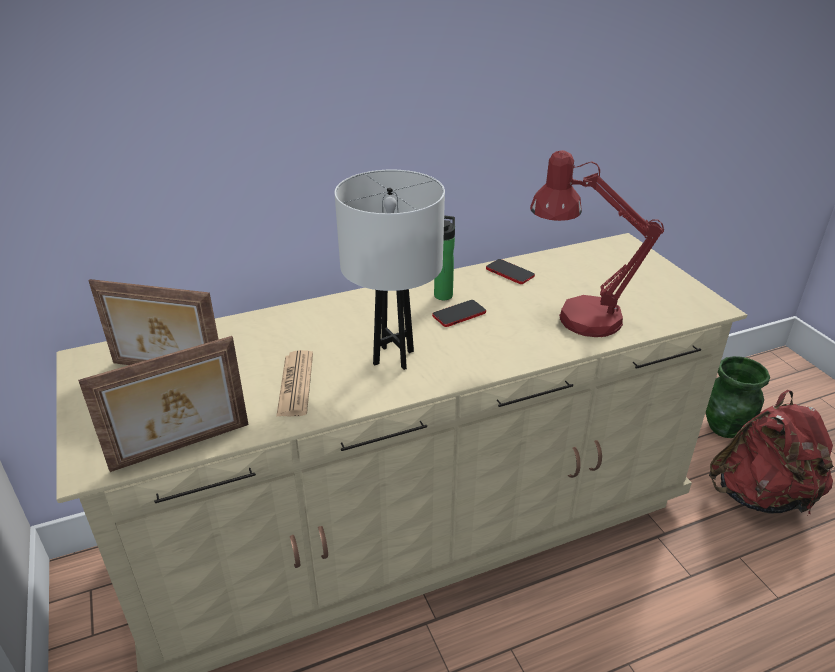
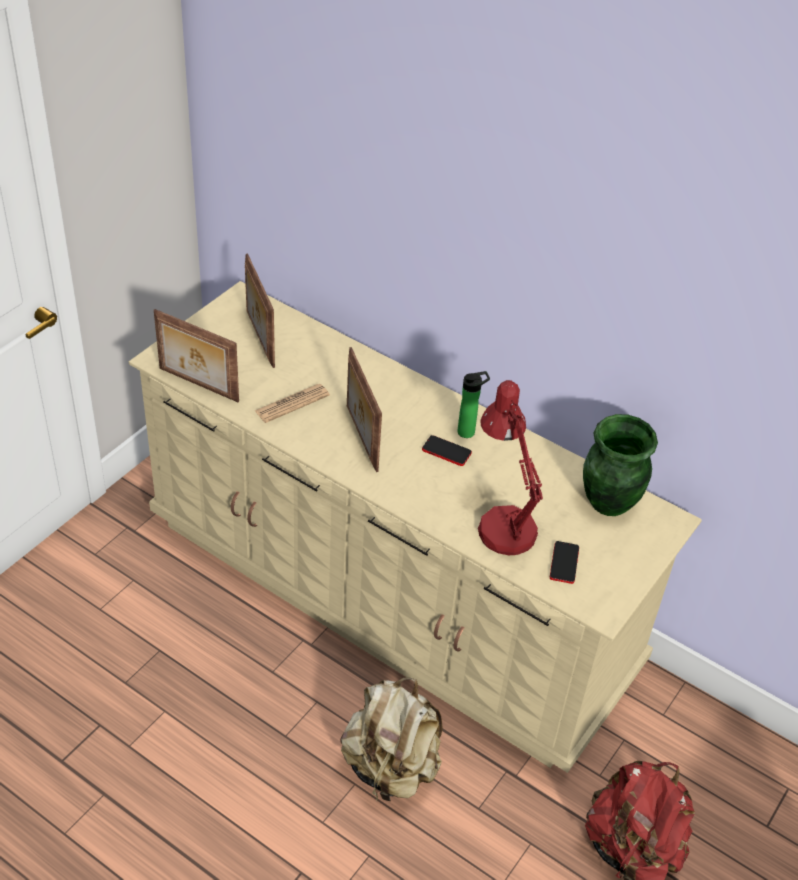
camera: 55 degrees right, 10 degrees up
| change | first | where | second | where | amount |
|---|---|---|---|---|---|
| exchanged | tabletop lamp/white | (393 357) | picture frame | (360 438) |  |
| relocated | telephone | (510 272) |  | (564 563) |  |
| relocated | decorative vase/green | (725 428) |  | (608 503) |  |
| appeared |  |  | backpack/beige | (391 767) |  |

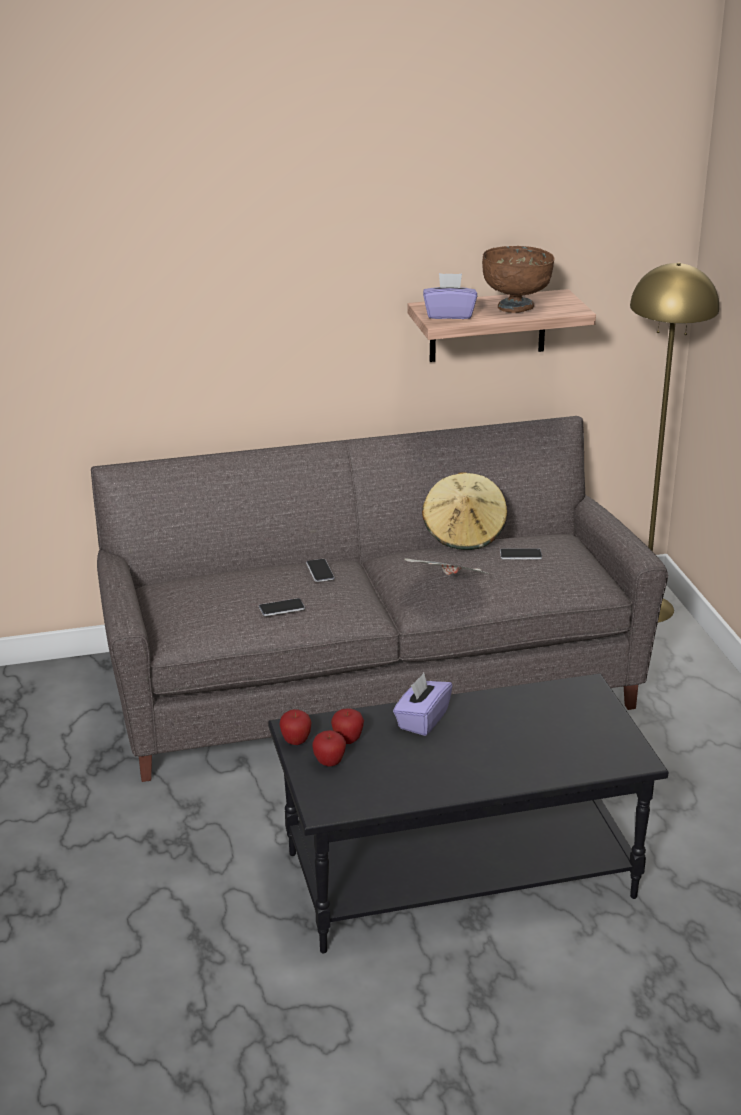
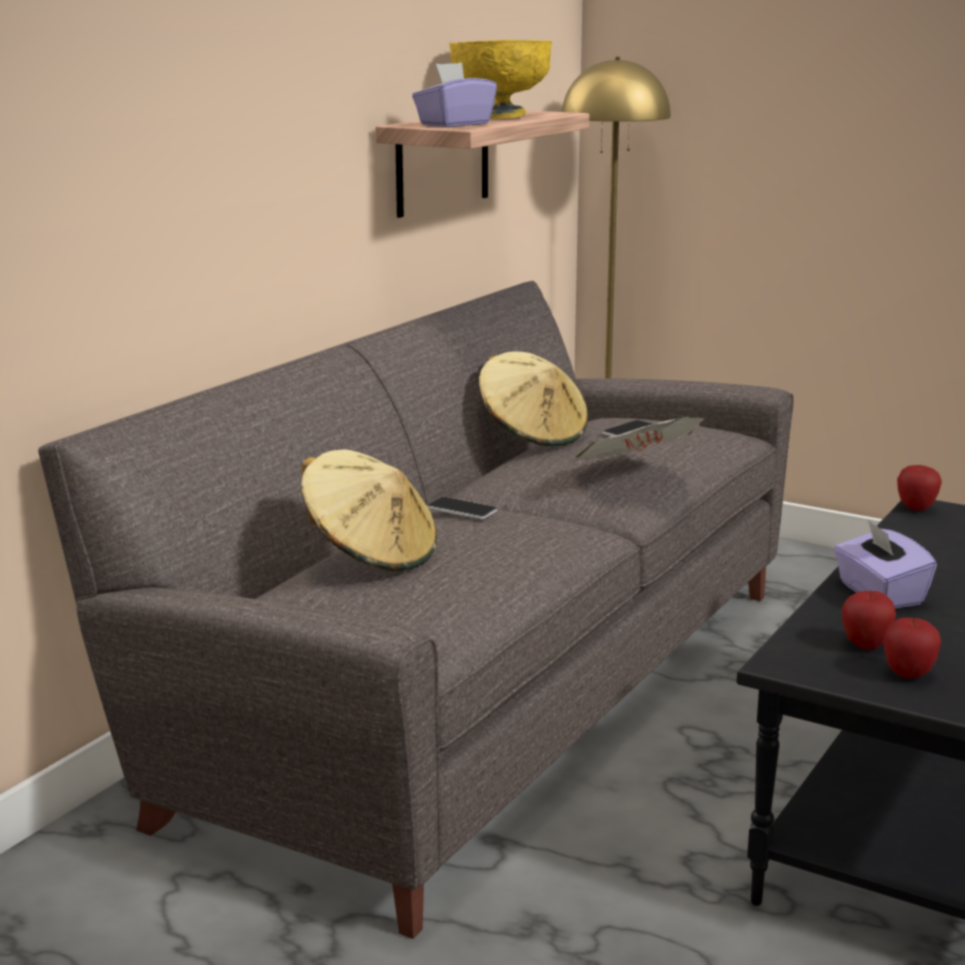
camera: 45 degrees left, 10 degrees down
| change | first | where | second | where | amount |
|---|---|---|---|---|---|
| colour | serving bowl/brown | (515 307) | serving bowl/yellow-coloured | (501 117) |  |
| missing | telephone | (281 608) |  |  |  |
| relocated | apple | (296 742) |  | (916 508) |  |
| appeared |  |  | hat/beige | (370 554) |  |

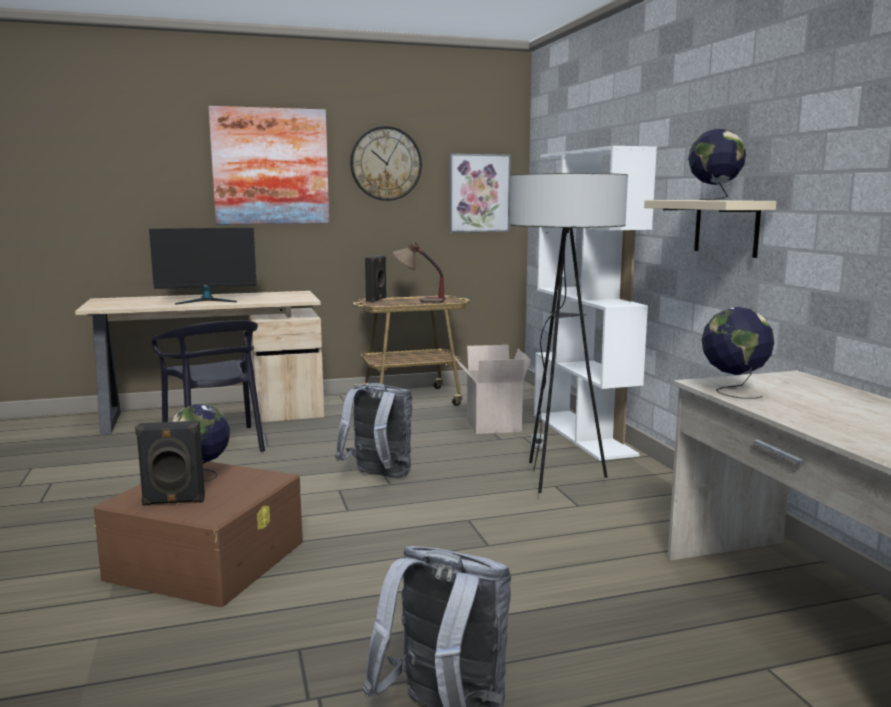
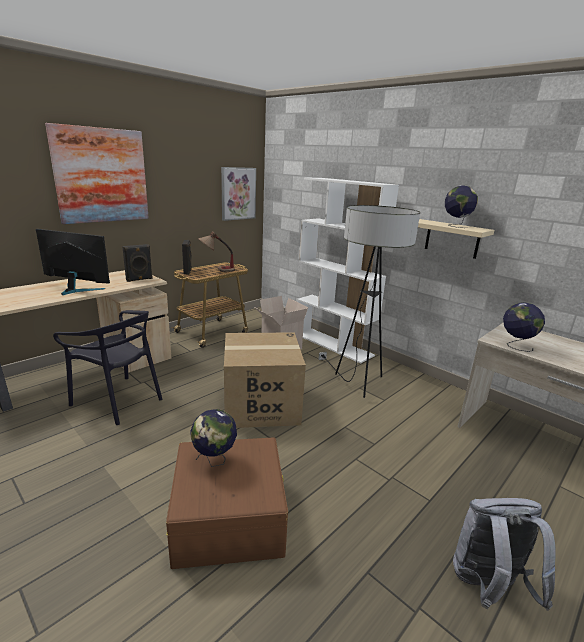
camera: 30 degrees left, 10 degrees up
| change | first | where | second | where | amount |
|---|---|---|---|---|---|
| missing | wall clock | (386 163) |  |  |  |
| spun | monitor | (207 301) |  | (76 289) | 120 degrees counterclockwise |
| exchanged | backpack/greyish | (378 477) | carton | (261 405) |  |
| relocated | speaker/black-coloured | (173 502) |  | (139 279) |  |

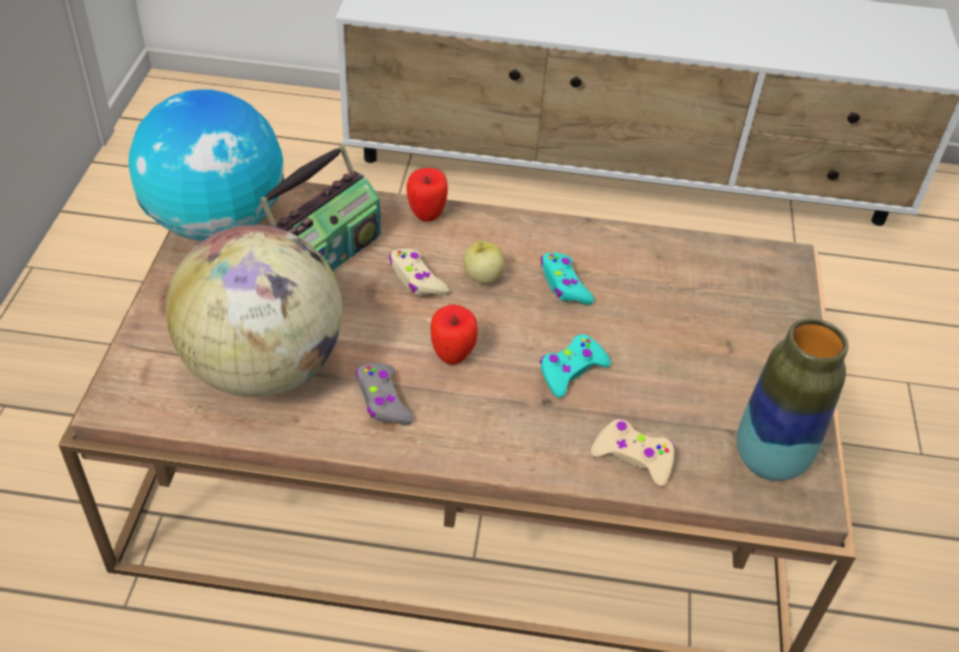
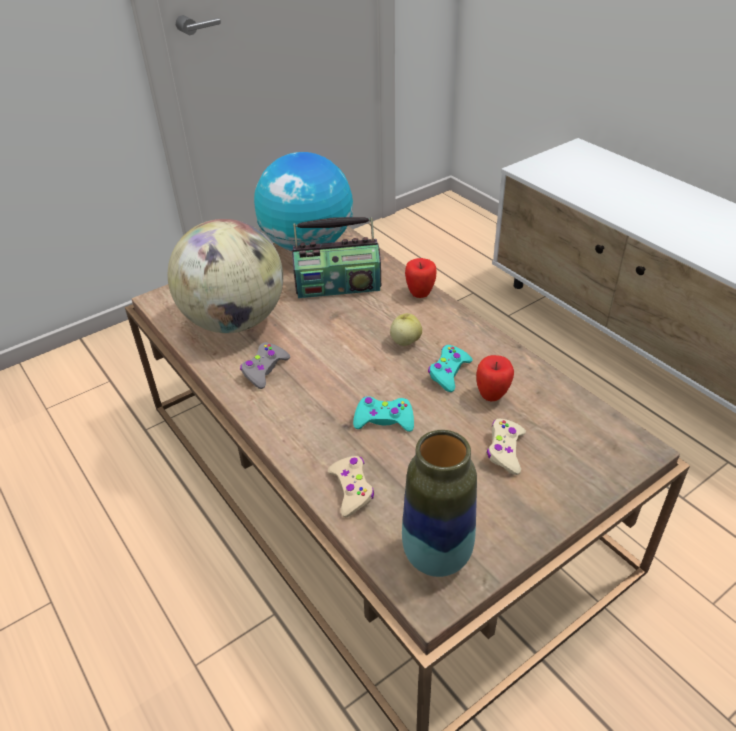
camera: 50 degrees right, 5 degrees down
| change | first | where | second | where | amount |
|---|---|---|---|---|---|
| relocated | joypad/beige | (416 279) |  | (505 450) |  |
| relocated | apple | (452 355) |  | (492 396) |  |

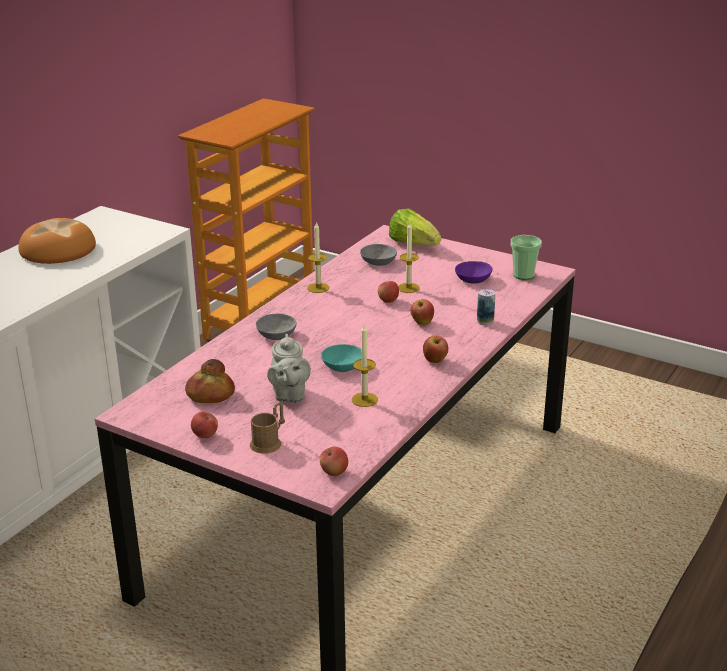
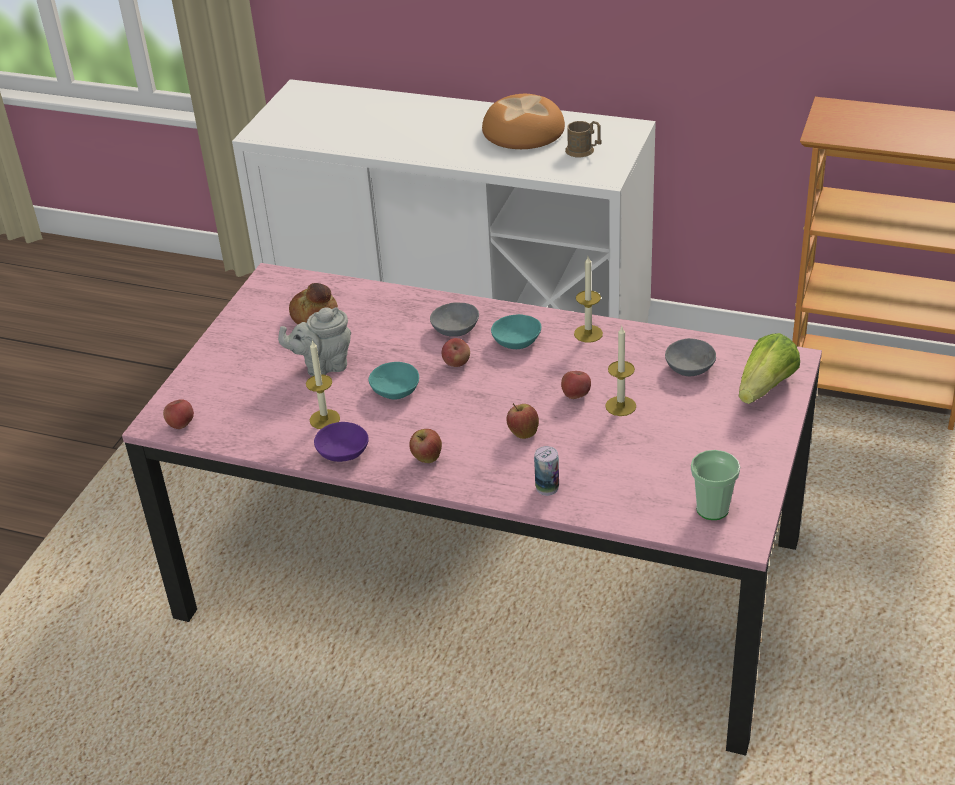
camera: 80 degrees right, 10 degrees up
| change | first | where | second | where | amount |
|---|---|---|---|---|---|
| relocated | serving bowl/purplish | (473 279) |  | (344 451) |  |
| relocated | mug/brown | (269 442) |  | (583 151) |  |
| relocated | apple | (205 436) |  | (456 363) |  |
| appeared |  |  | serving bowl/blue-green | (517 340) |  |

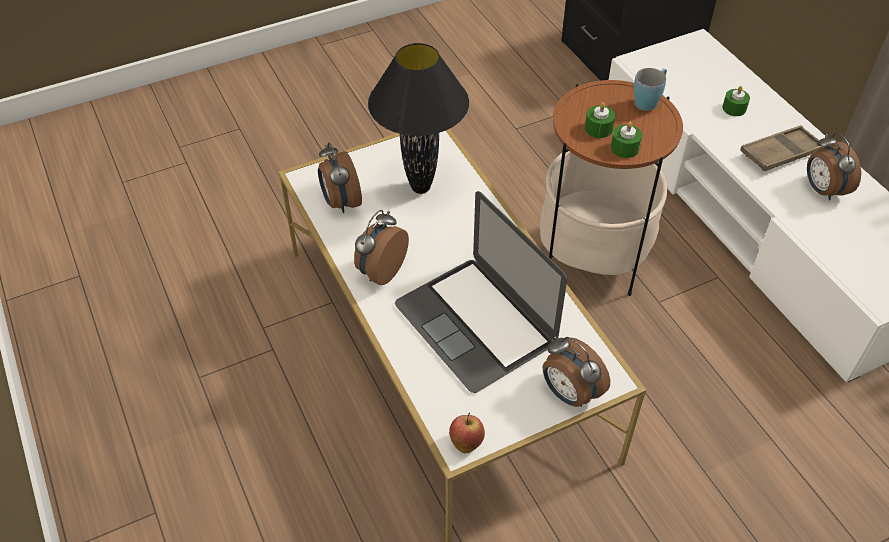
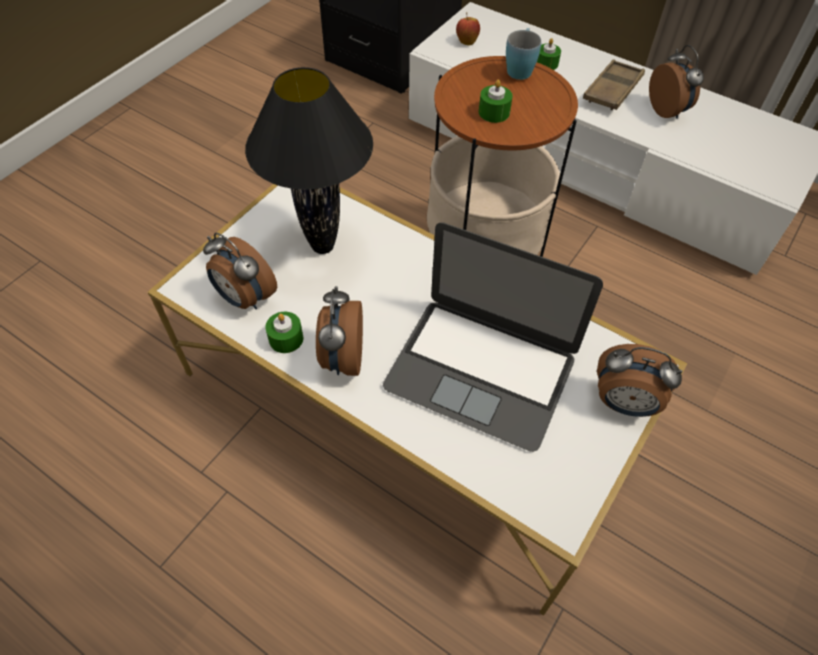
camera: 30 degrees left, 5 degrees up
| change | first | where | second | where | amount |
|---|---|---|---|---|---|
| relocated | wax candle/green | (625 148) |  | (286 338) |  |
| spun | bedside clock | (822 190) |  | (668 110) | 150 degrees counterclockwise |
| relocated | apple | (466 442) |  | (467 41) |  |

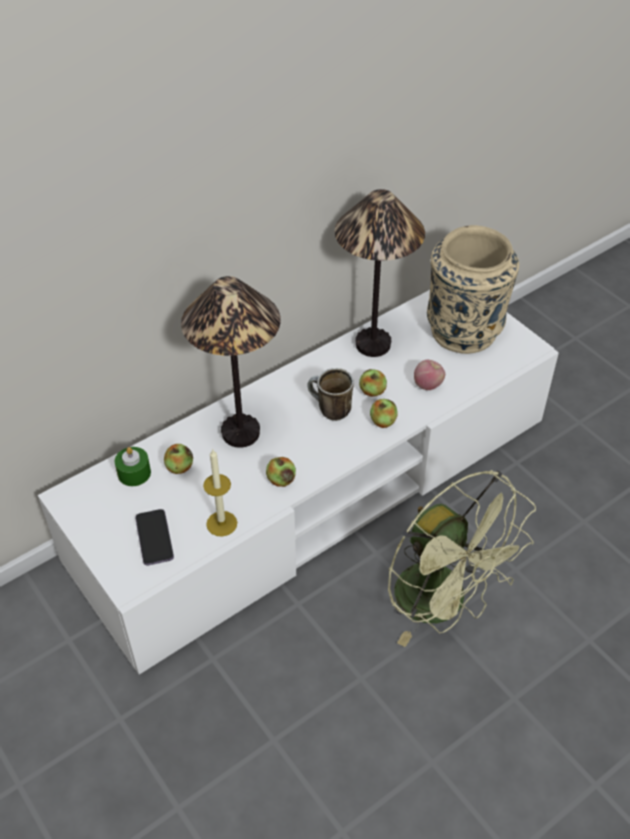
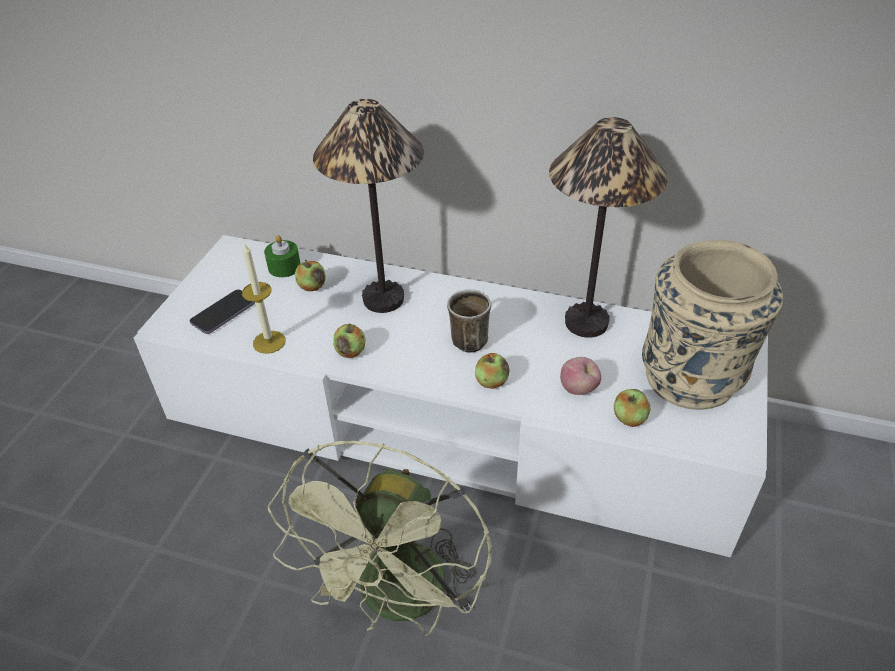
camera: 55 degrees right, 5 degrees down
| change | first | where | second | where | amount |
|---|---|---|---|---|---|
| relocated | apple | (372 391) |  | (629 418) |  |

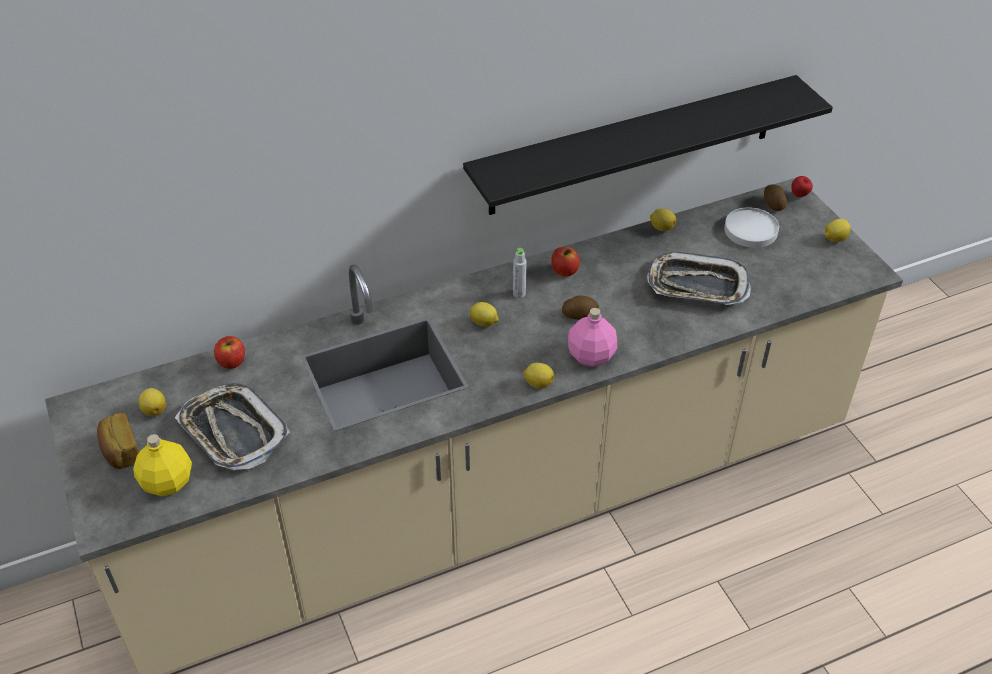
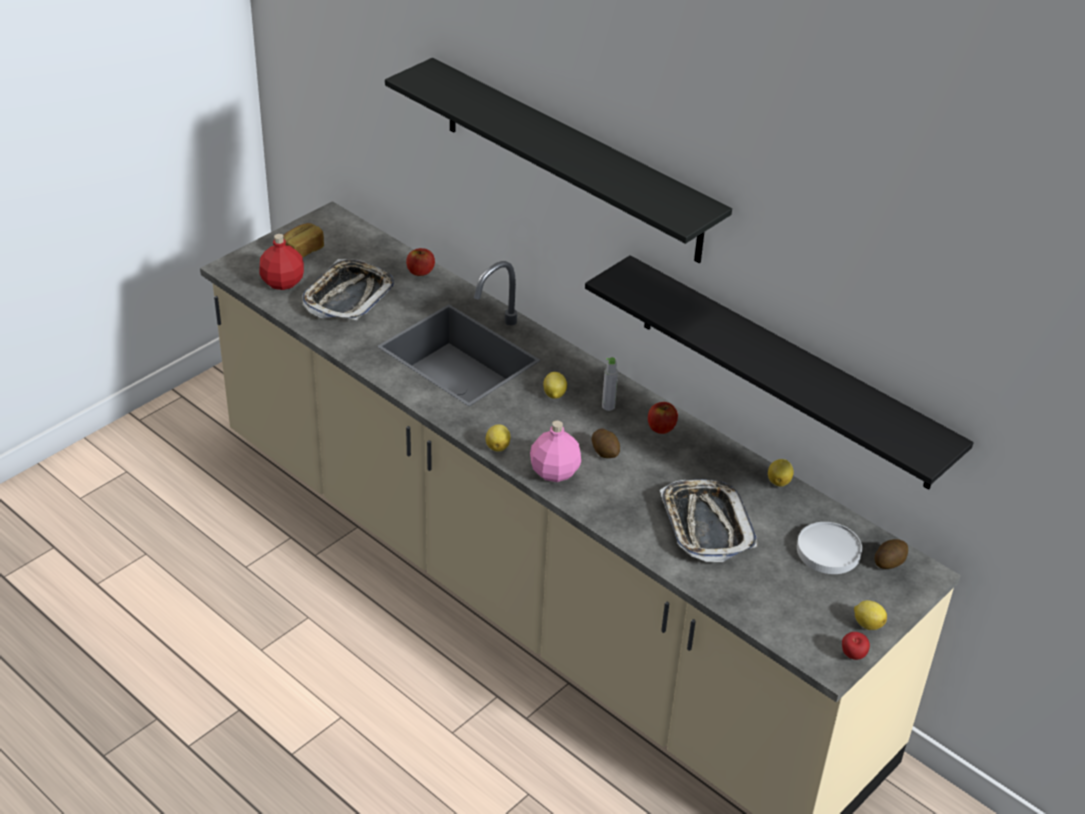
camera: 65 degrees right, 5 degrees down
| change | first | where | second | where | amount |
|---|---|---|---|---|---|
| relocated | apple | (799 195) |  | (852 656) |  |
| missing | whole lemon | (155 410) |  |  |  |
| colour | drink bottle/yellow-coloured | (166 482) | drink bottle/red | (282 282) |  |
| appeared |  |  | wall shelf/black-coloured | (571 160) |  |

